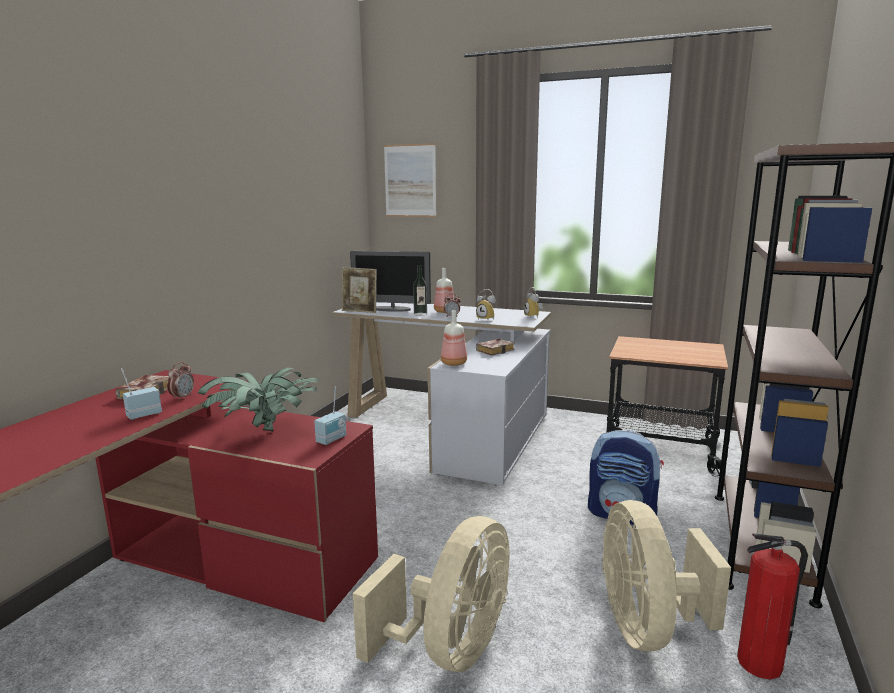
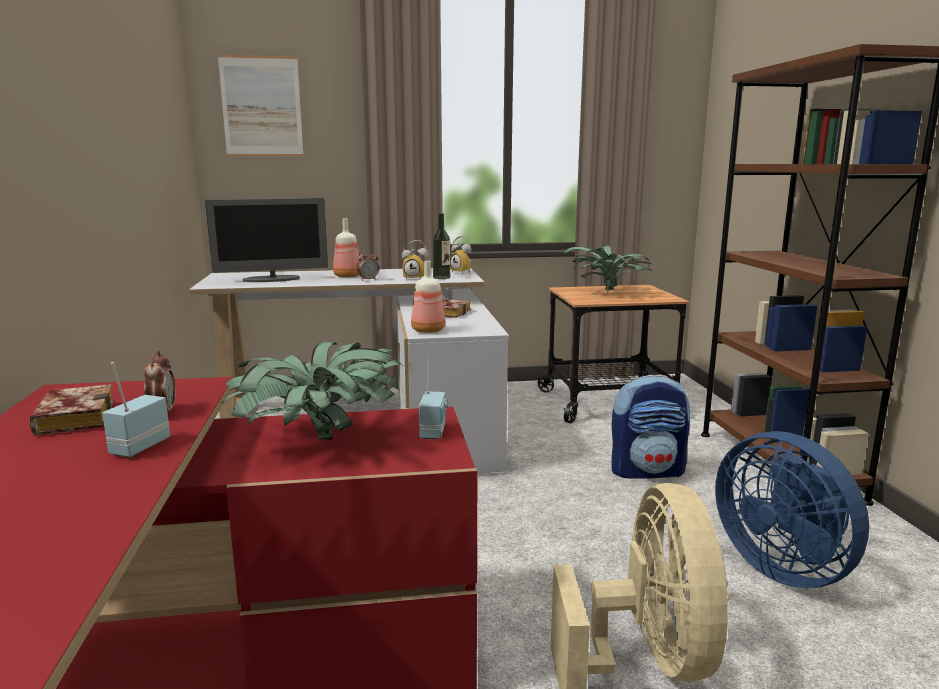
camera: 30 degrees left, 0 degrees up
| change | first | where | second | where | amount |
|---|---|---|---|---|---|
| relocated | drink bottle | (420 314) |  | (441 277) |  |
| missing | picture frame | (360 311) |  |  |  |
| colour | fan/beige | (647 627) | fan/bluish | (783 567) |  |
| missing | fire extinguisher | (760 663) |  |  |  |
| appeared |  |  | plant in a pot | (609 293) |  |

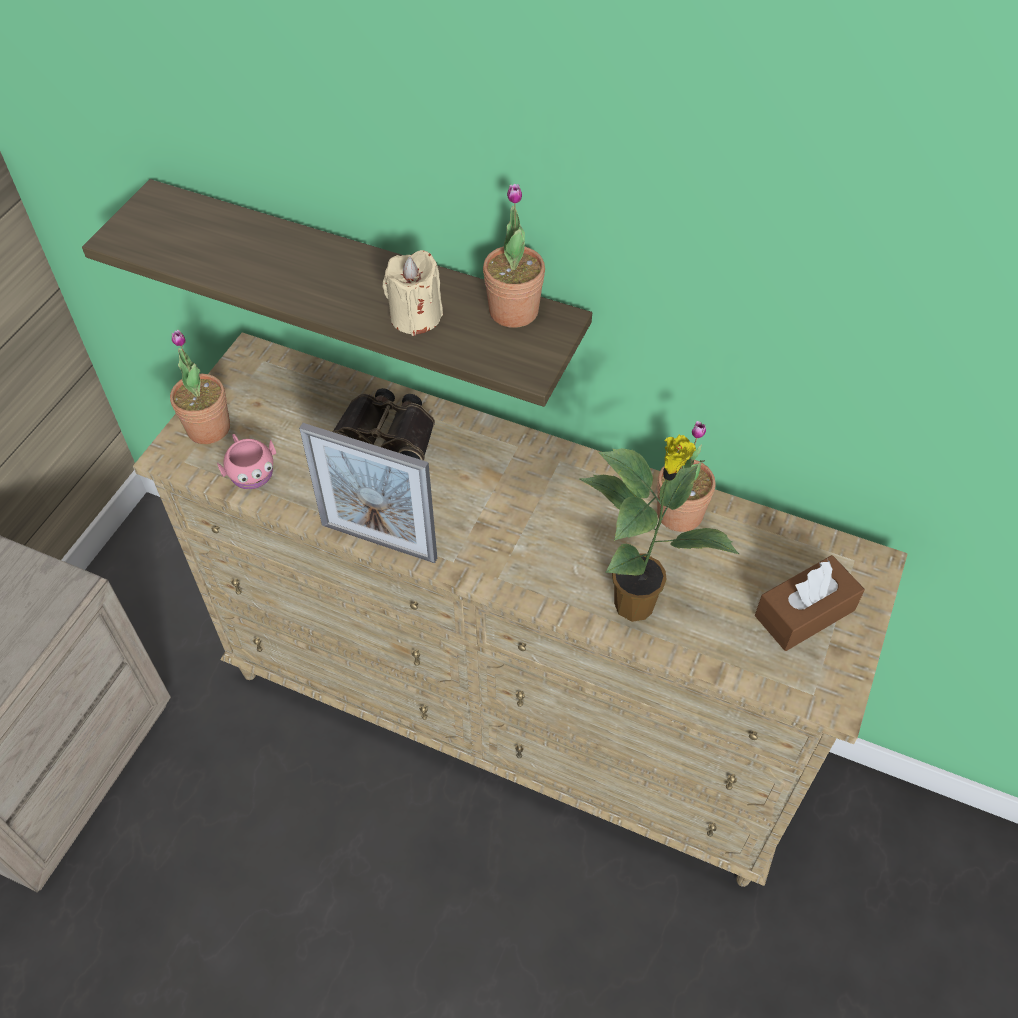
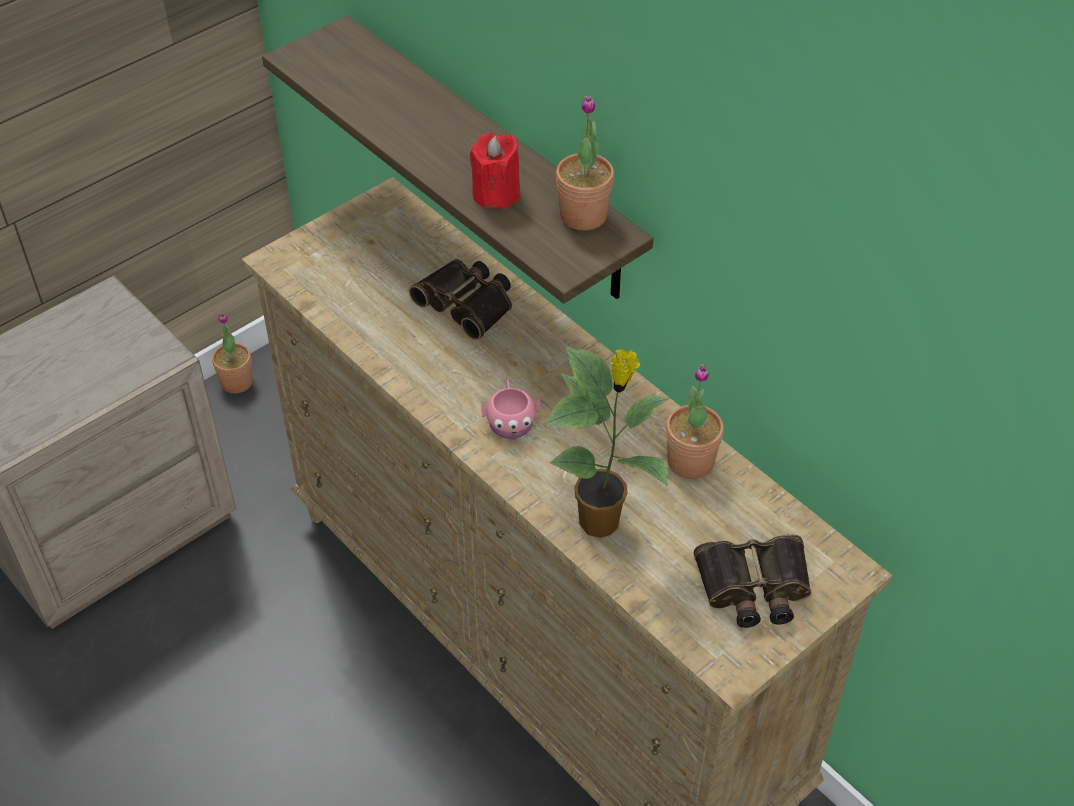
camera: 25 degrees right, 5 degrees down
| change | first | where | second | where | amount |
|---|---|---|---|---|---|
| colour | wax candle/beige | (415 317) | wax candle/red | (496 194) |  |
| relocated | plant in a pot | (208 428) |  | (236 382) |  |
| missing | picture frame | (379 541) |  |  |  |
| relocated | mug/pink-coloured | (250 471) |  | (510 420) |  |
| exchanged | tissue box/brown | (804 613) | binoculars | (753 588) |  |

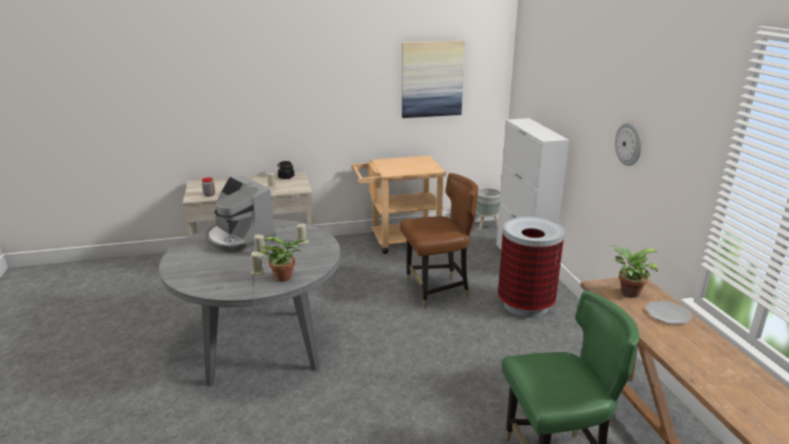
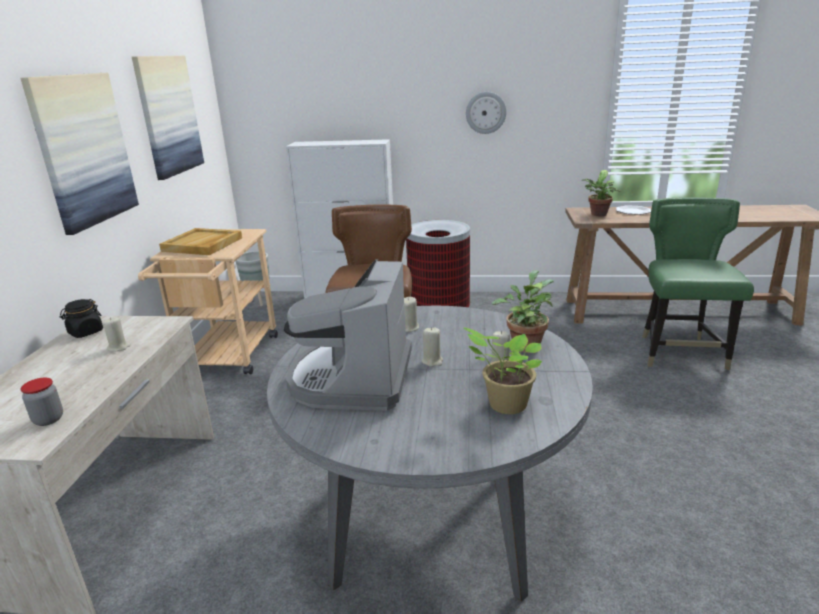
camera: 70 degrees left, 0 degrees up
| change | first | where | second | where | amount |
|---|---|---|---|---|---|
| spun | coffee brewer | (239 238) |  | (353 379) | 120 degrees clockwise |
| appeared |  |  | wall picture | (83 150) |  |
| appeared |  |  | carrying tray/beige | (202 245) |  |
| appeared |  |  | plant in a pot | (504 405) |  |

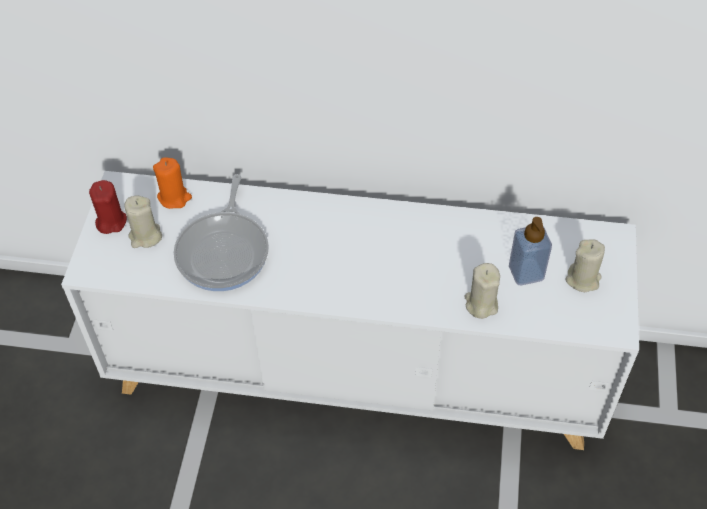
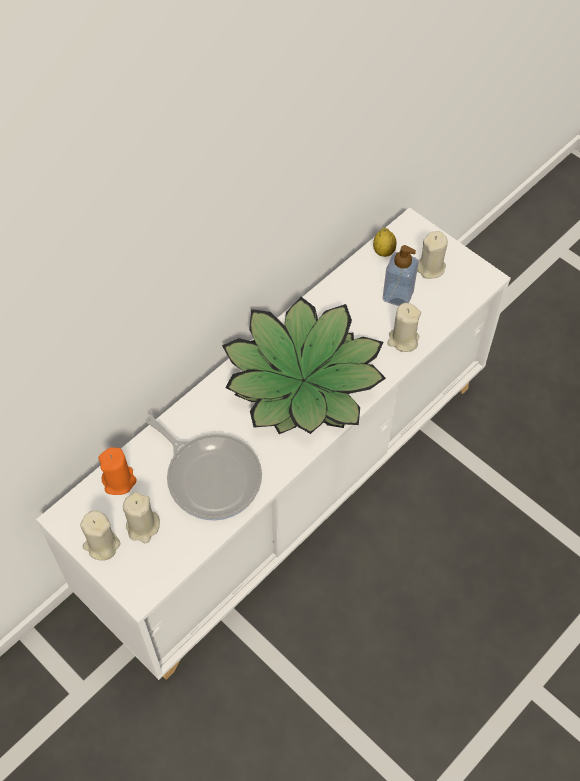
camera: 55 degrees left, 5 degrees up
| change | first | where | second | where | amount |
|---|---|---|---|---|---|
| colour | wax candle/red | (111 221) | wax candle/beige | (101 545) |  |
| appeared |  |  | whole lemon | (383 252) |  |
| appeared |  |  | plant in a pot | (303 380) |  |

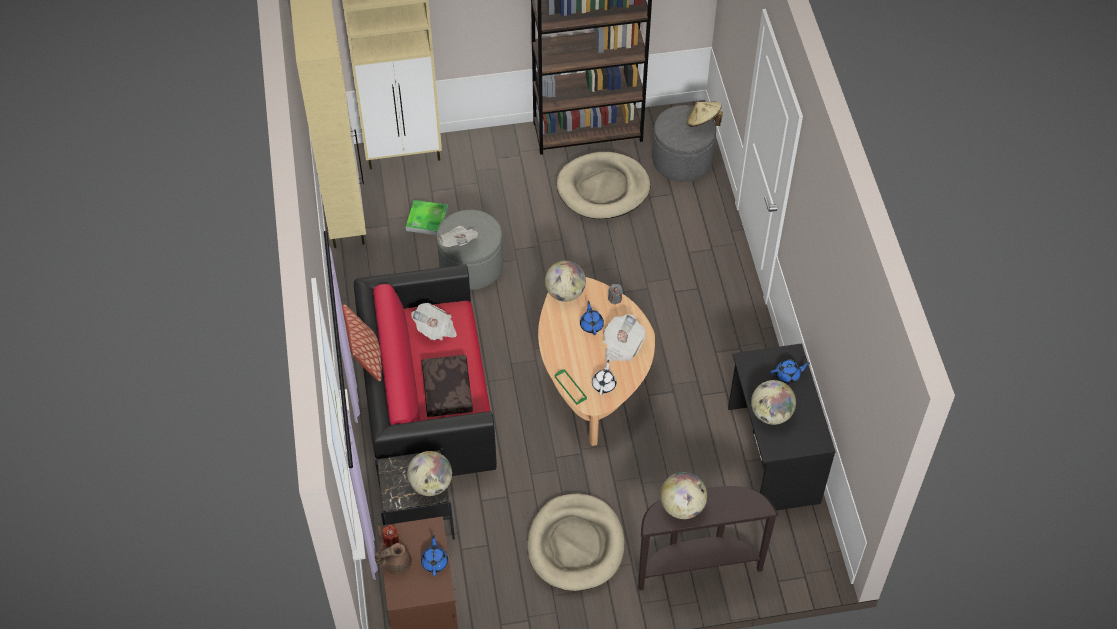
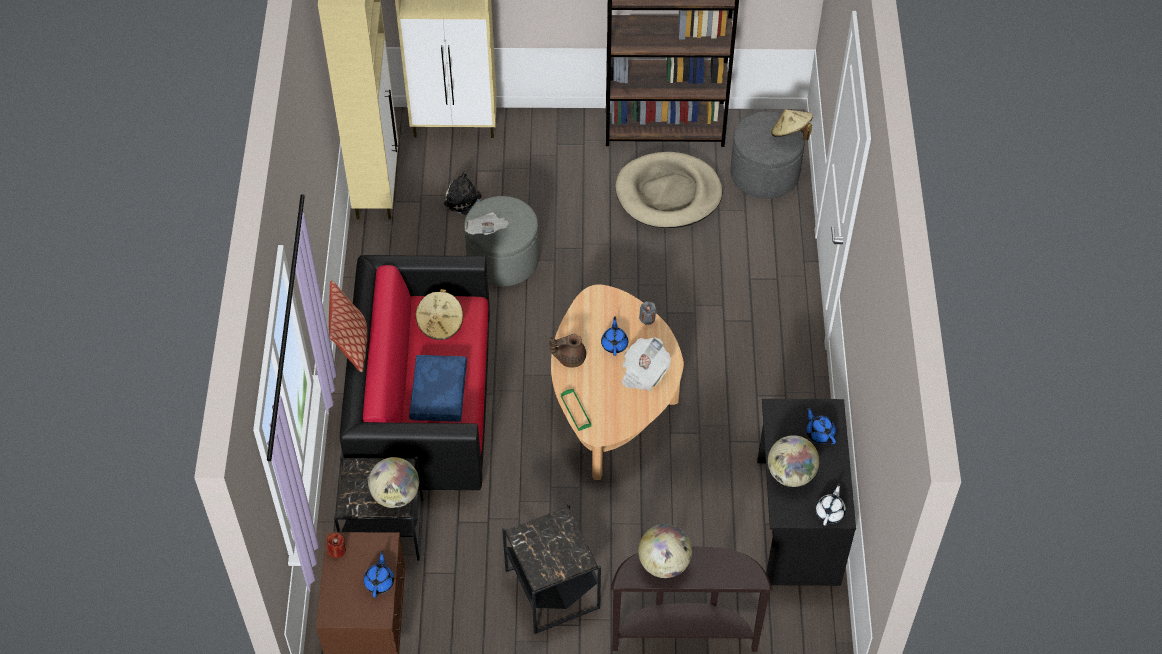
camera: 10 degrees right, 0 degrees up
| change | first | where | second | where | amount |
|---|---|---|---|---|---|
| exchanged | carrying tray | (427 219) | cuddly toy | (465 201) |  |
| missing | desk globe | (565 293) |  |  |  |
| exchanged | daily paper | (435 329) | hat/beige | (440 324) |  |
| colour | pillow/brown | (446 390) | pillow/bluish | (437 393) |  |
| spun | teapot/bluish | (788 375) |  | (820 433) | 120 degrees counterclockwise |
| relocated | teapot/white | (604 384) |  | (830 512) |  |
| exchanged | pet bed/beige | (576 545) | side table/black-coloured | (552 588) |  |
| relocated | teapot/brown | (396 564) |  | (569 358) |  |

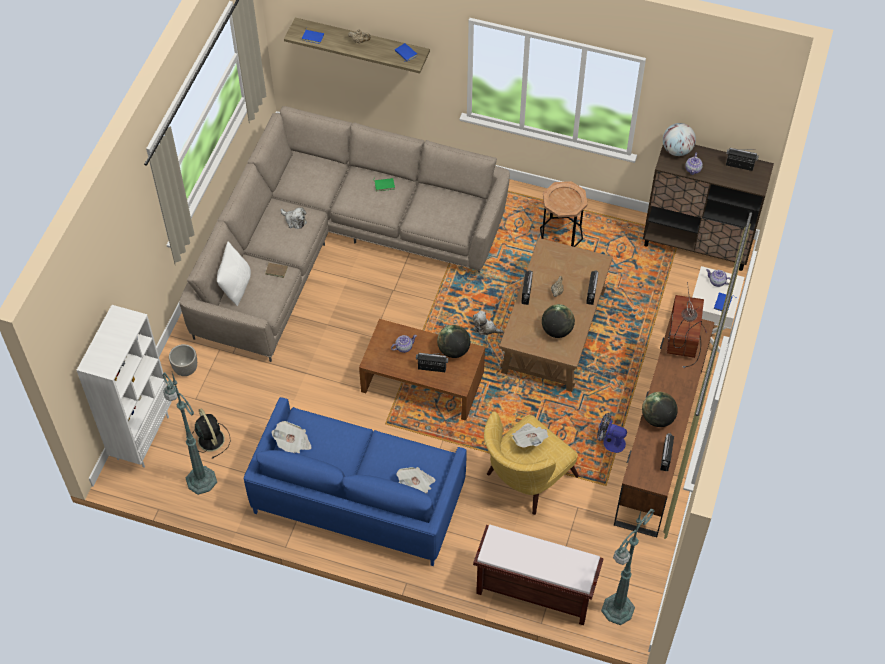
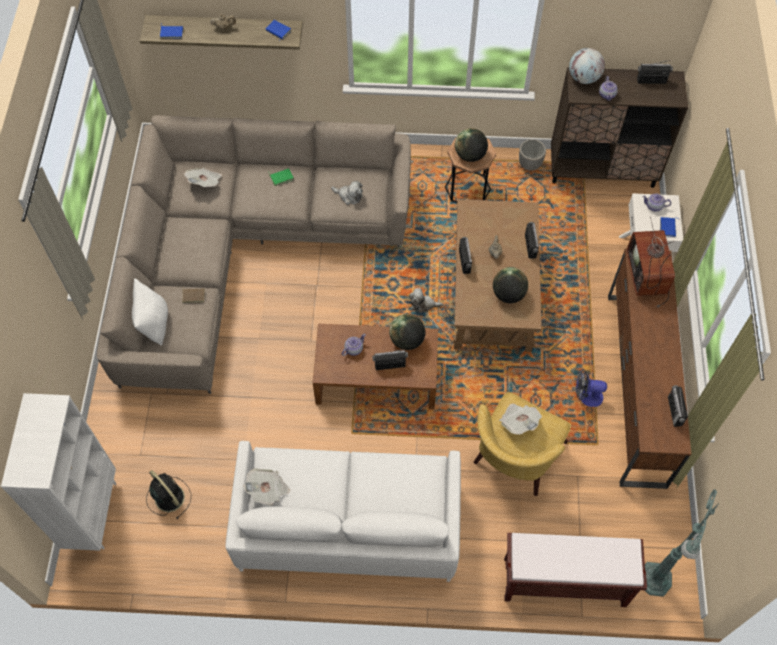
camera: 15 degrees left, 5 degrees up
| change | first | where | second | where | amount |
|---|---|---|---|---|---|
| relocated | cuddly toy | (294 220) |  | (349 196) |  |
| relocated | flower pot | (186 369) |  | (529 165) |  |
| missing | standing lamp/green | (200 479) |  |  |  |
| relocated | desk globe | (657 418) |  | (470 155) |  |
| colour | sofa/bluish | (358 498) | sofa/white | (348 524) |  |
| relocated | daily paper | (416 485) |  | (205 183) |  |

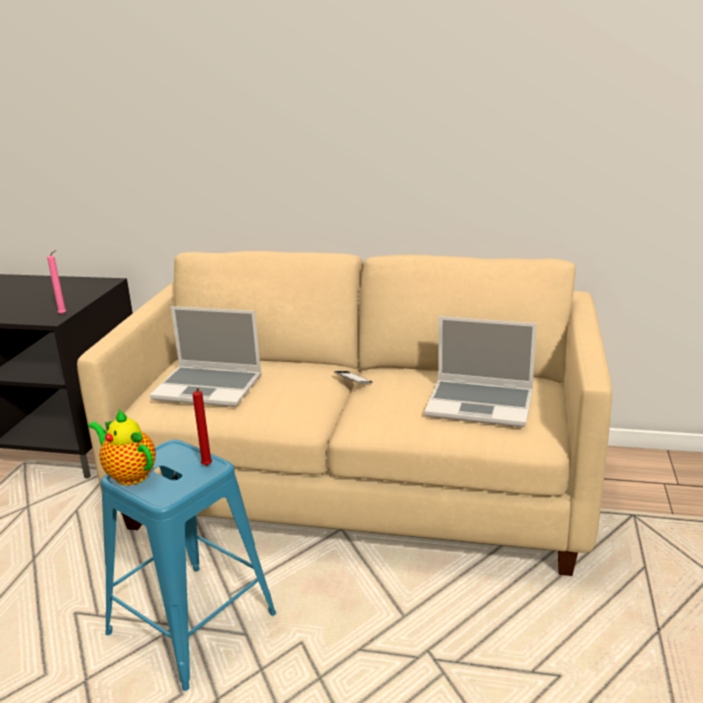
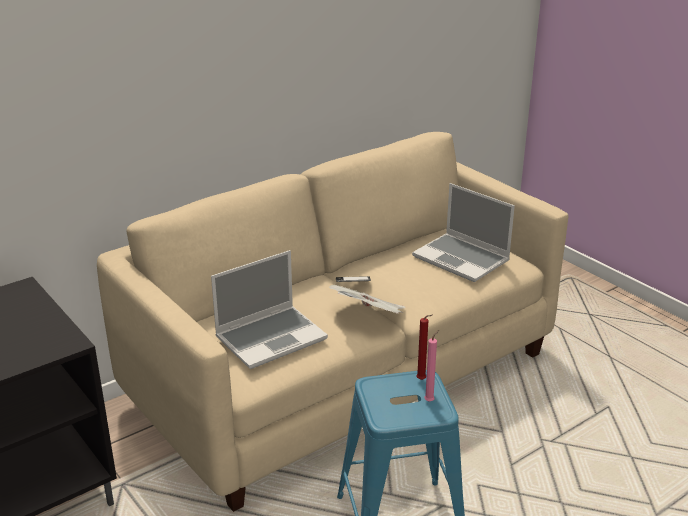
camera: 50 degrees left, 5 degrees up
| change | first | where | second | where | amount |
|---|---|---|---|---|---|
| relocated | wax candle/pink-coloured | (64 314) |  | (430 400) |  |
| spun | portable computer | (481 404) |  | (462 259) | 75 degrees clockwise |
| missing | teapot | (129 475) |  |  |  |
| appeared |  |  | daily paper | (370 317) |  |

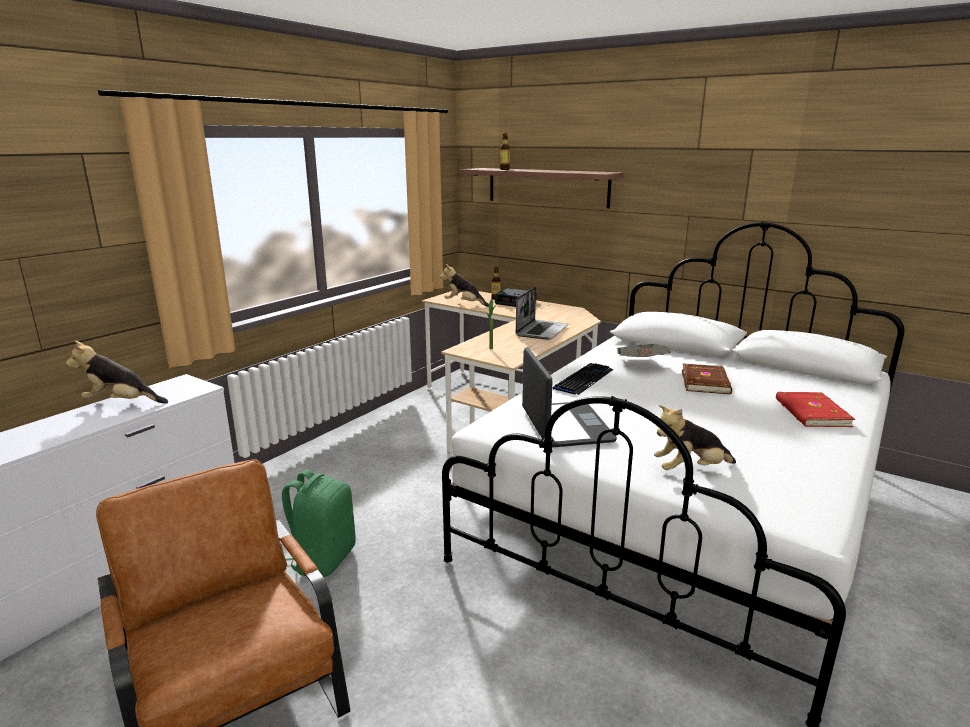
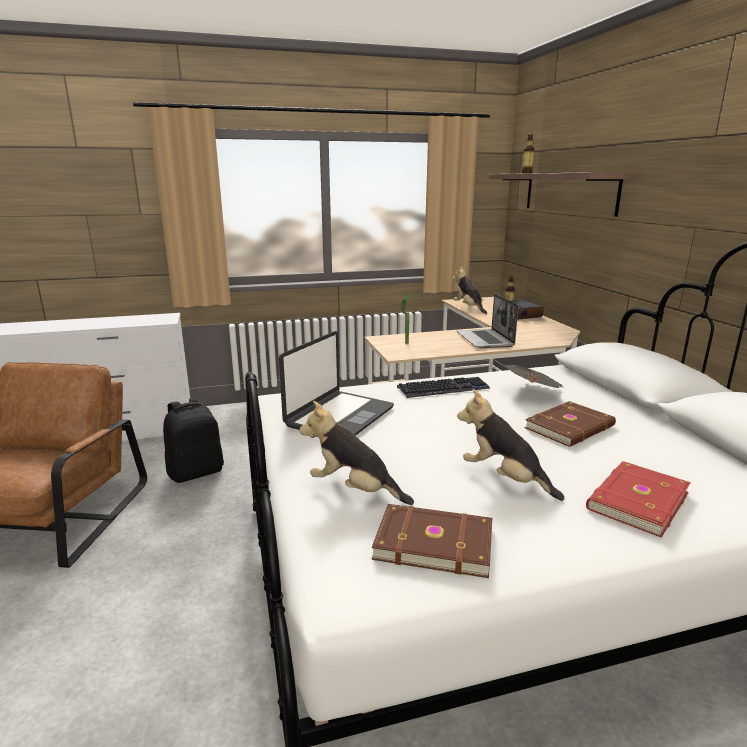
camera: 40 degrees right, 0 degrees up
| change | first | where | second | where | amount |
|---|---|---|---|---|---|
| spun | portable computer | (541 331) |  | (485 340) | 105 degrees clockwise |
| relocated | cuddly toy | (121 403) |  | (504 479) |  |
| colour | backpack/green | (323 559) | backpack/black-coloured | (196 472) |  |
| appeared |  |  | bound book/brown | (433 542) |  |

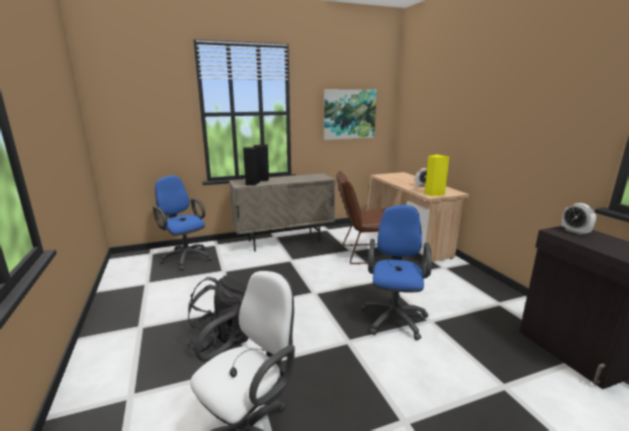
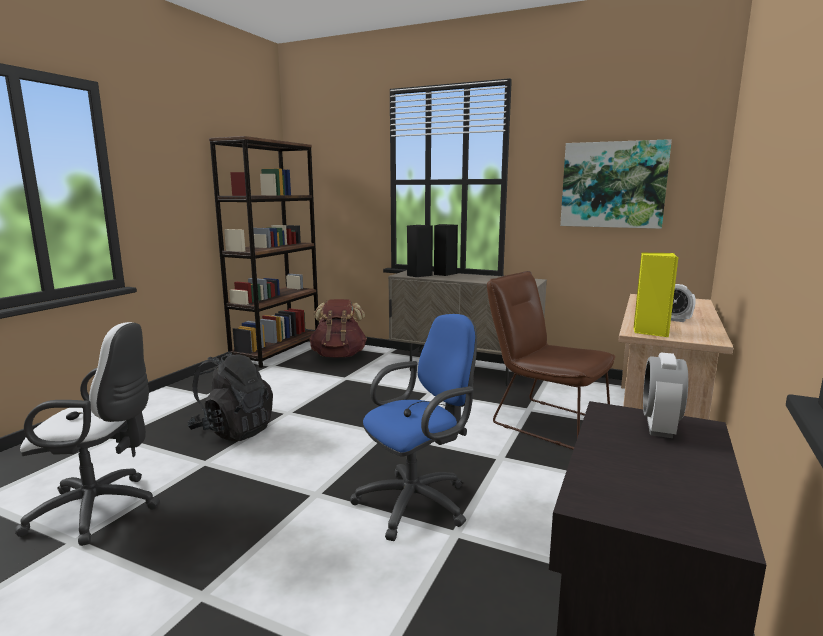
camera: 45 degrees right, 5 degrees down
| change | first | where | second | where | amount |
|---|---|---|---|---|---|
| exchanged | computer chair/bluish | (186 257) | backpack/brown | (339 355) |  |
| appeared |  |  | bookshelf/brown | (277 351) |  |

